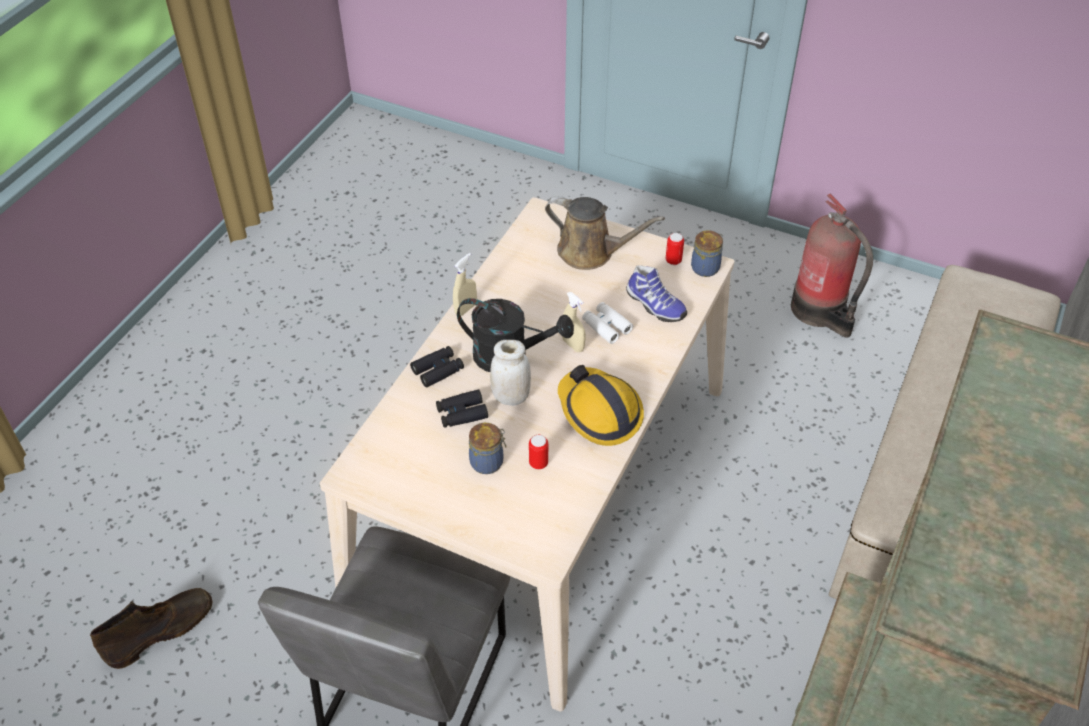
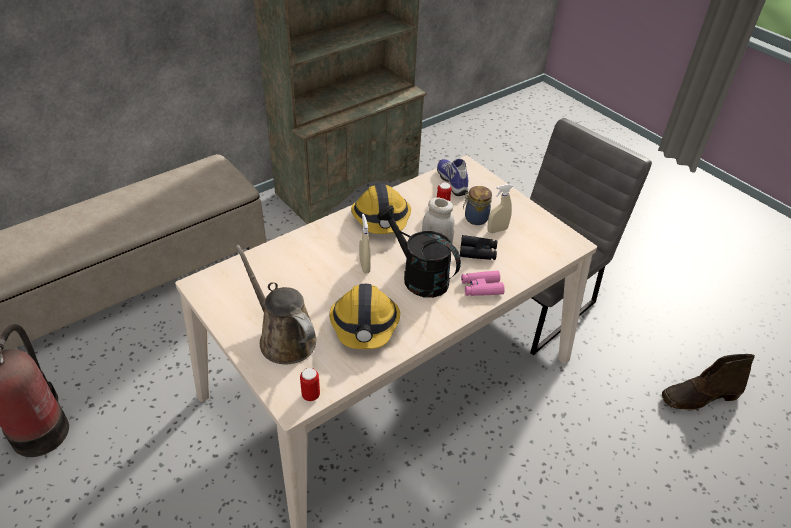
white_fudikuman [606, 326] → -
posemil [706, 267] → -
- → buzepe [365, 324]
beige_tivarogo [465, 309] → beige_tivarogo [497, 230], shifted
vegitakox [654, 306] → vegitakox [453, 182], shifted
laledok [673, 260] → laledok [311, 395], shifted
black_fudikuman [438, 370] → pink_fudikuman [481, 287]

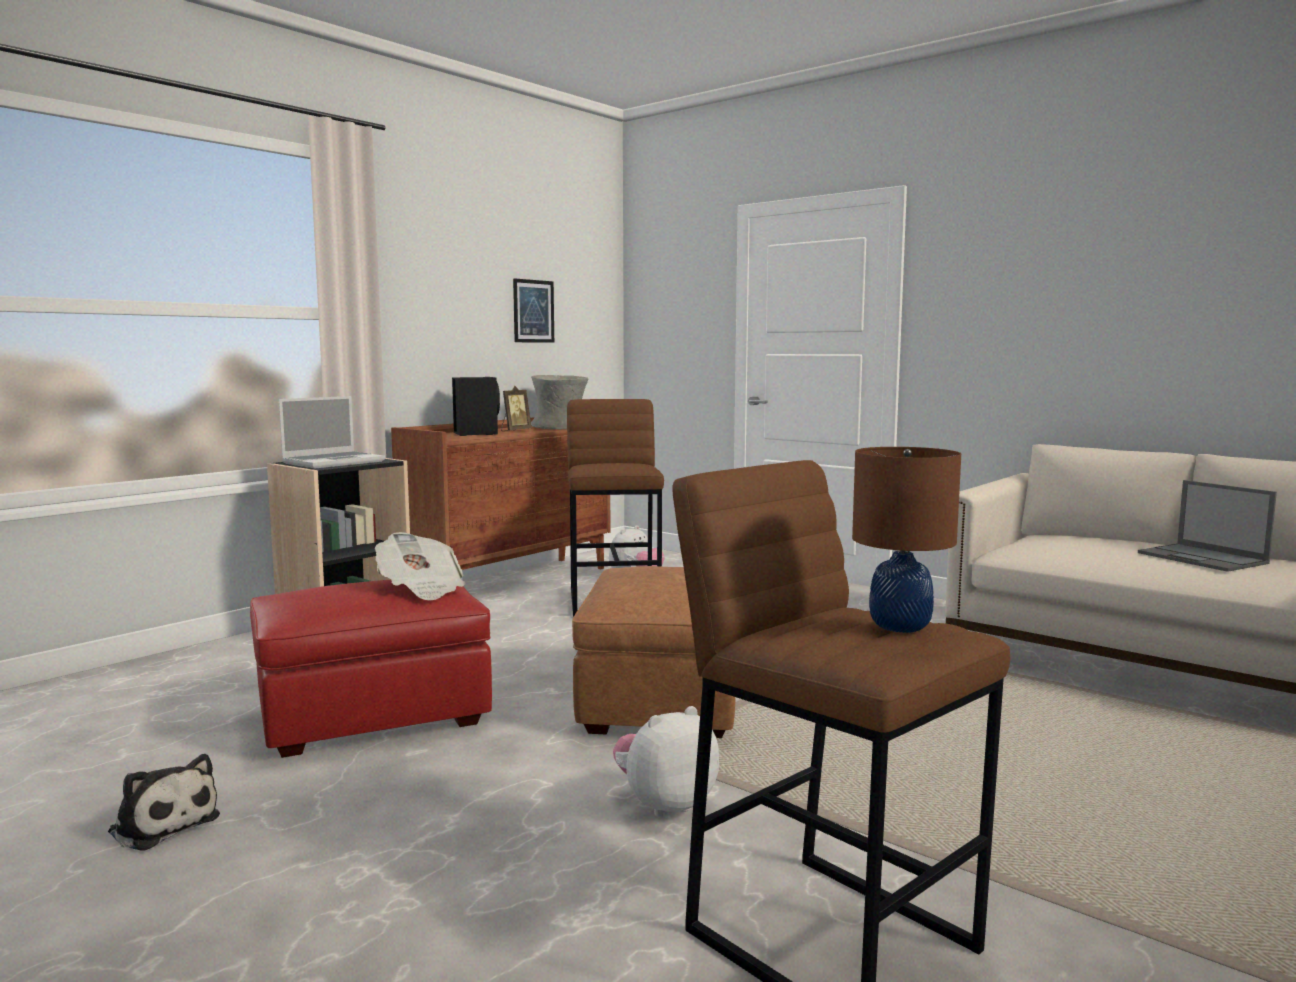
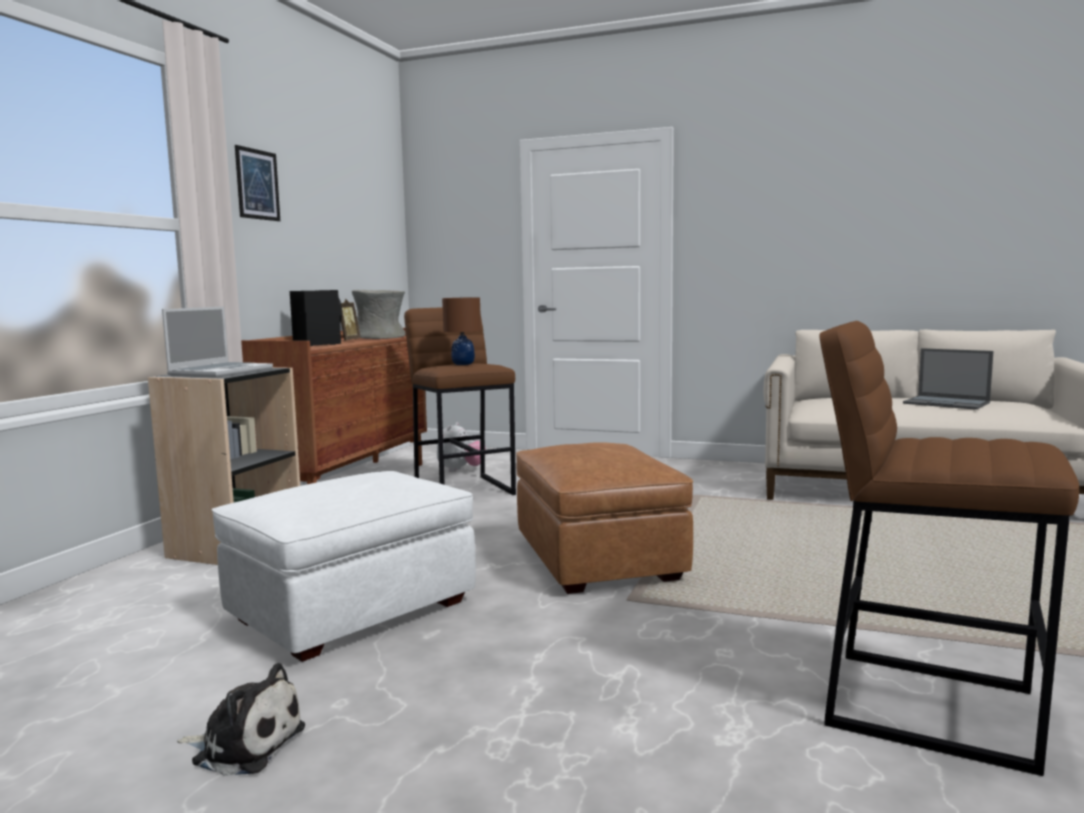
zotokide [421, 589] → -
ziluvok [664, 805] → -
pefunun [533, 311] → pefunun [257, 184], shifted
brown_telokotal [902, 628] → brown_telokotal [464, 364], shifted
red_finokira [373, 716] → white_finokira [352, 611]

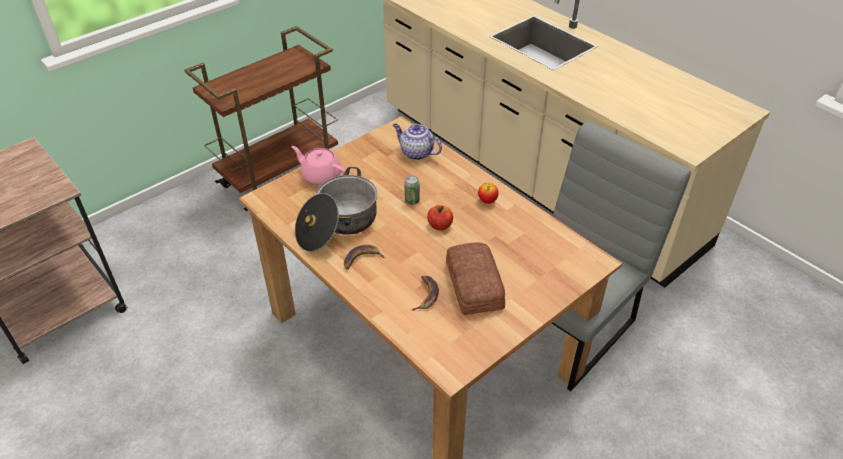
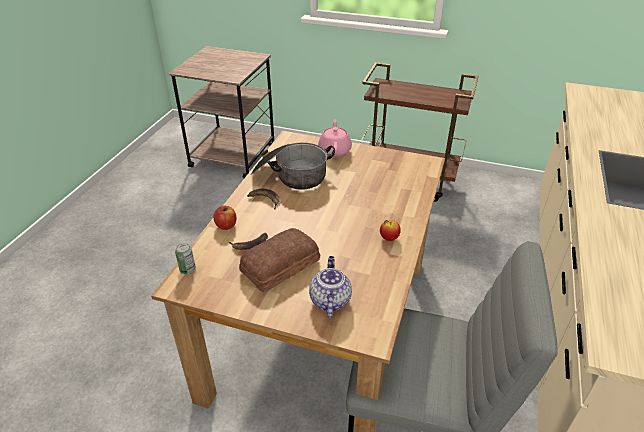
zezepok [416, 153] → zezepok [329, 300], shifted
laledok [412, 201] → laledok [187, 270], shifted
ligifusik [440, 225] → ligifusik [226, 225], shifted

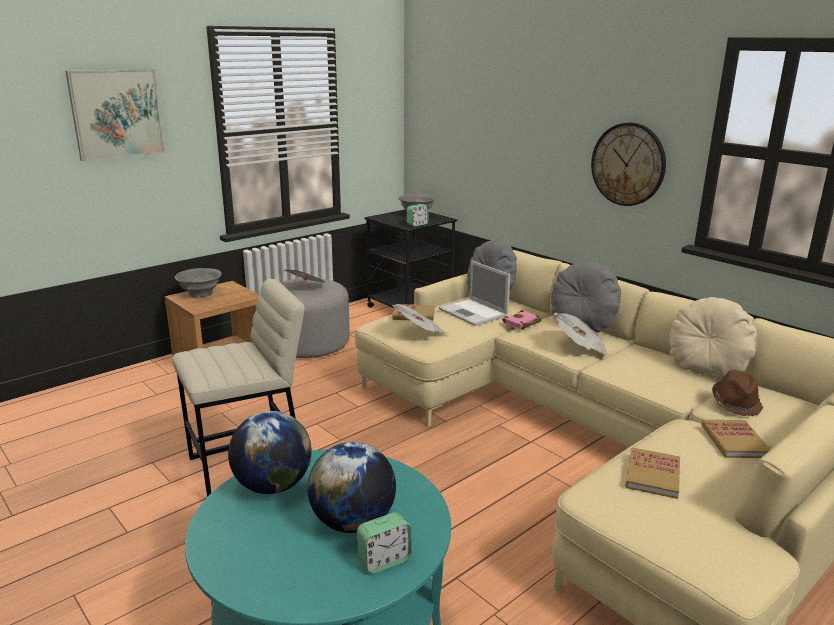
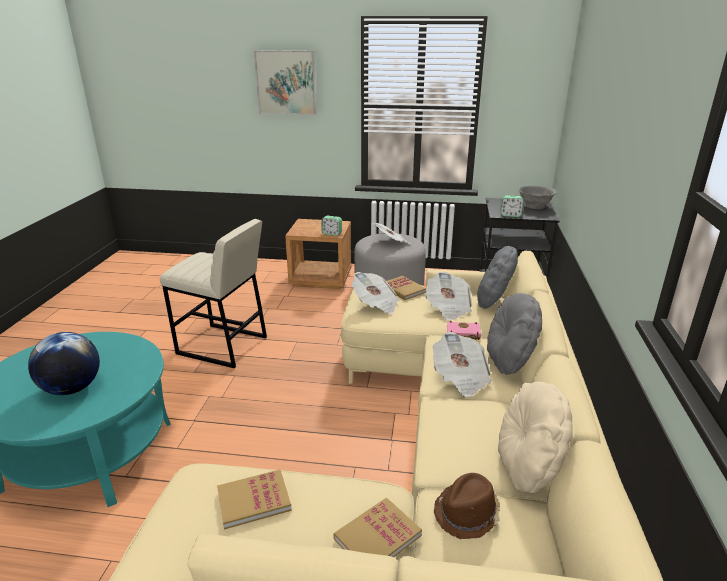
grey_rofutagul [200, 294] → -
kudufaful [272, 486] → -
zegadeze [628, 164] → -
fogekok [384, 560] → fogekok [332, 233], shifted
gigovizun [474, 313] → zotokide [448, 308]

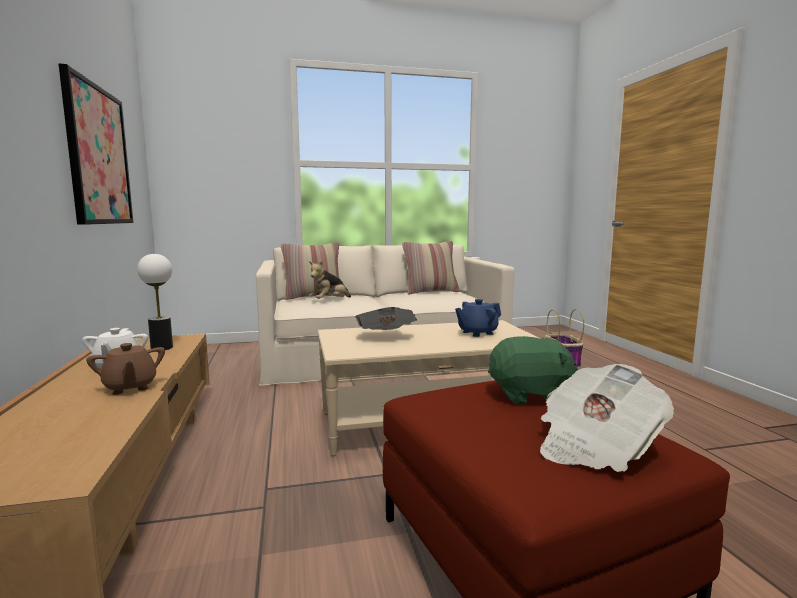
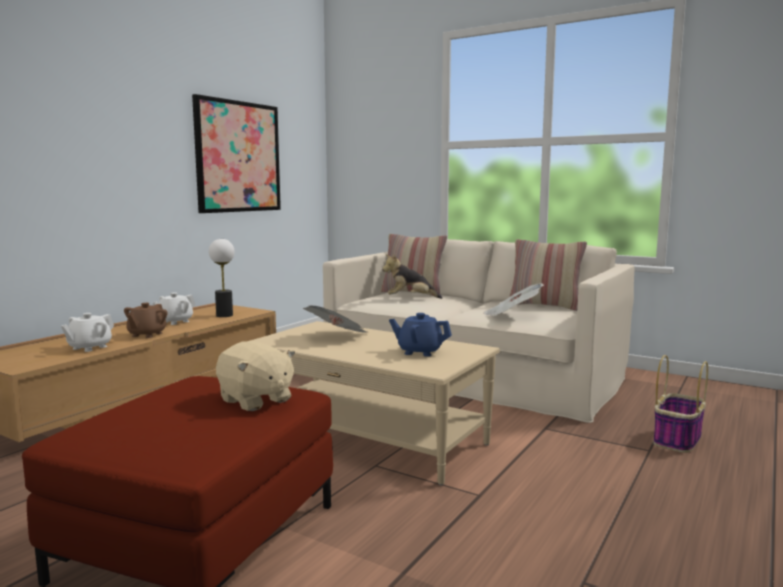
- → white_zezepok [89, 347]
zotokide [595, 446] → zotokide [512, 315], shifted
green_ziluvok [529, 395] → beige_ziluvok [255, 400]

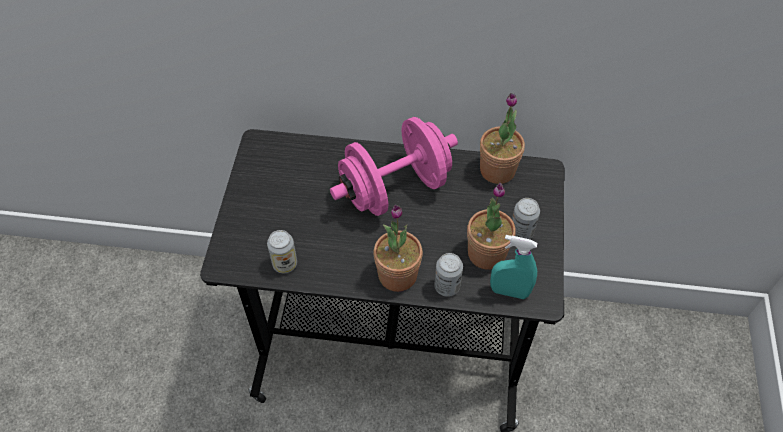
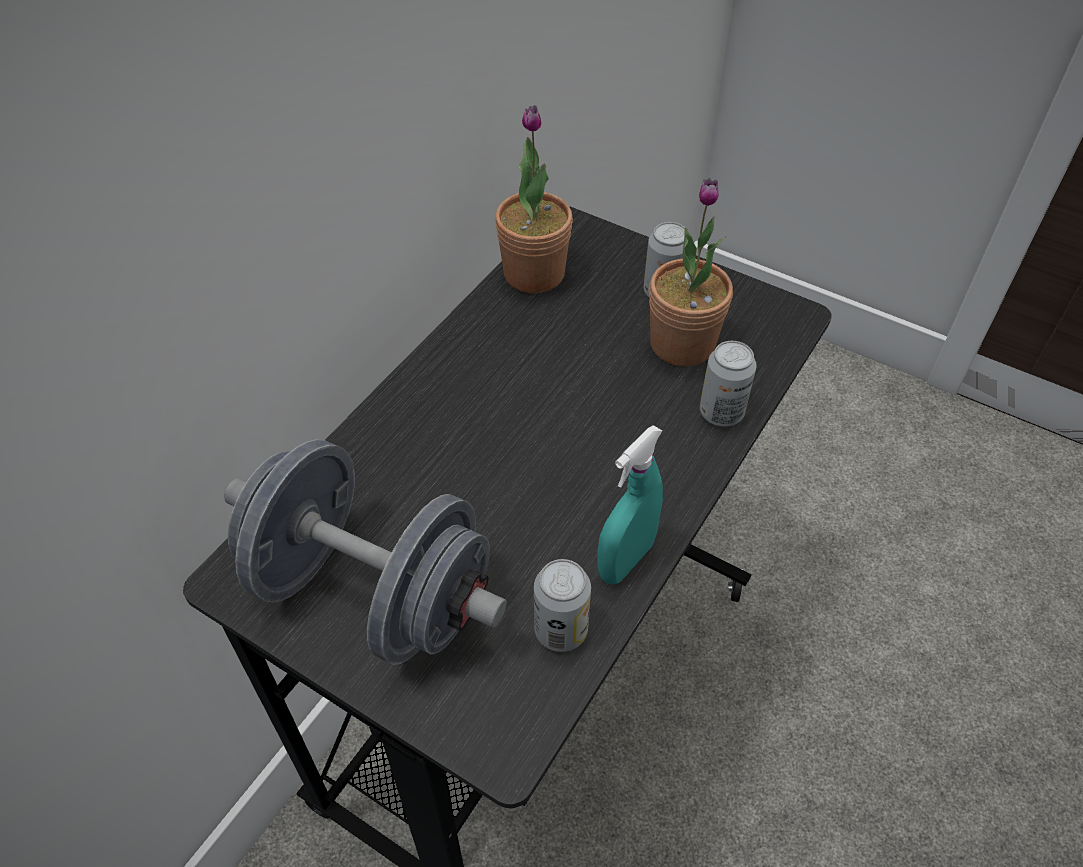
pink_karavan [395, 188] → -
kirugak [397, 275] → -
- → grey_karavan [371, 593]
turquoise_tivarogo [509, 291] → turquoise_tivarogo [626, 560], shifted

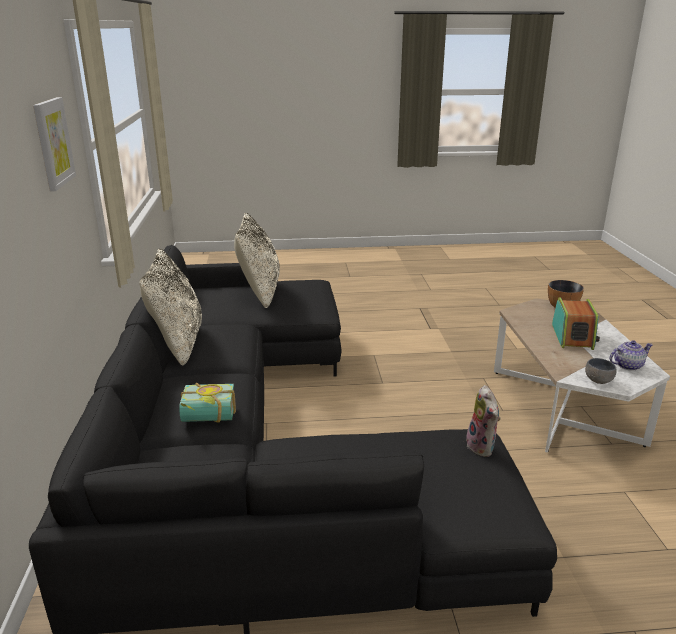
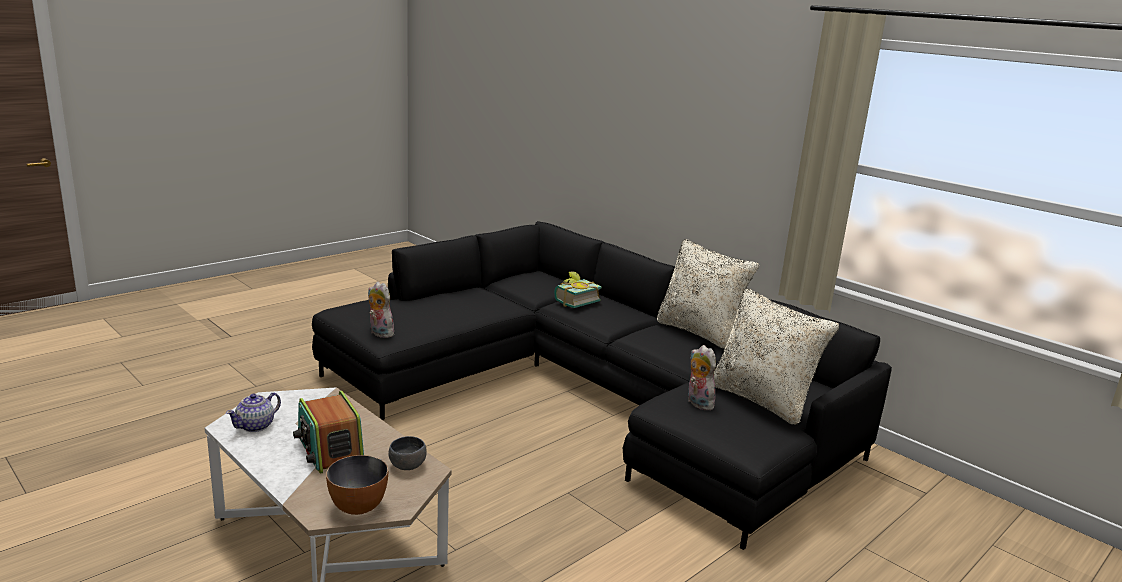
pefunun [53, 143] → -
- → ziluvok [697, 403]
grey_rofutagul [599, 380] → grey_rofutagul [406, 466], shifted

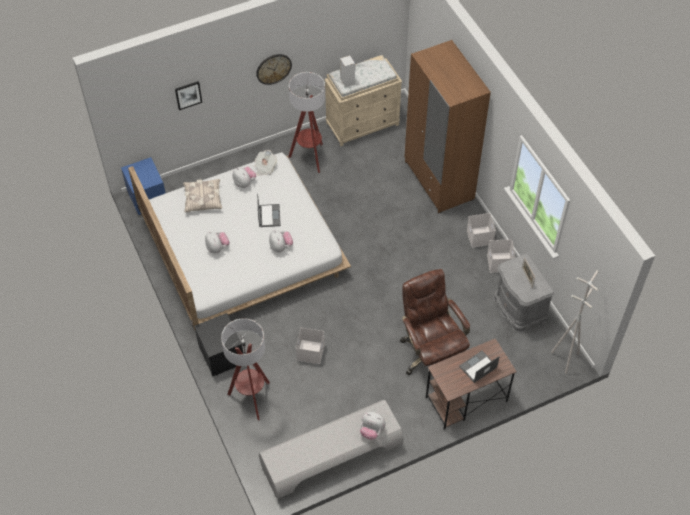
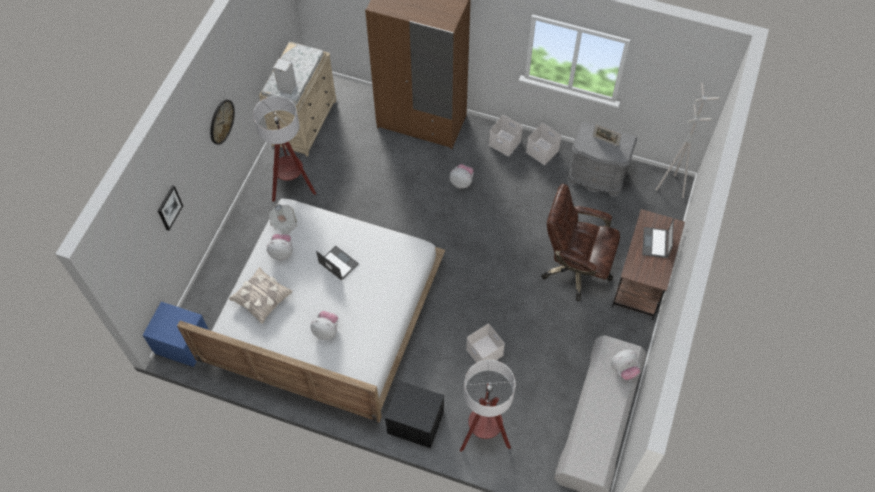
ziluvok [281, 247] → ziluvok [462, 182], shifted

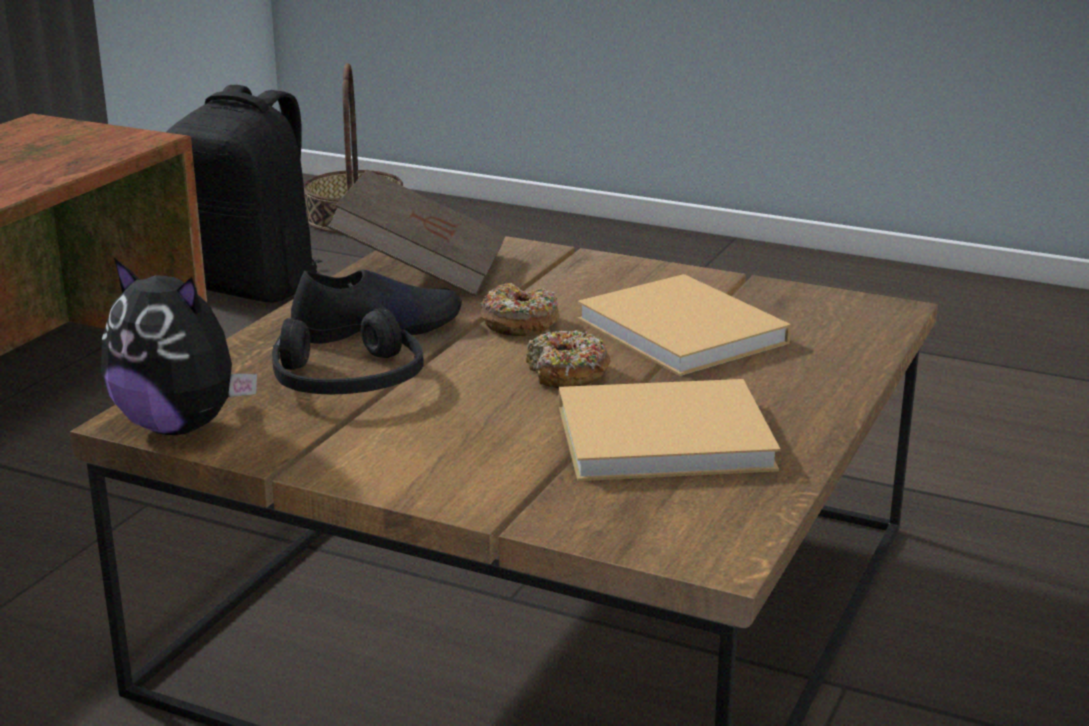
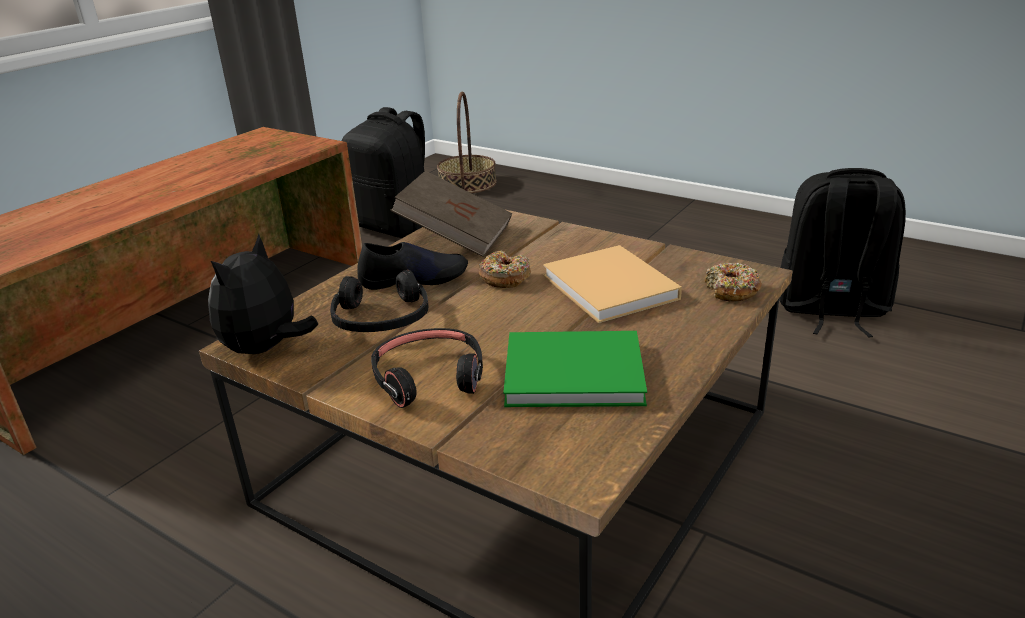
- → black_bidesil [429, 377]
- → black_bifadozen [830, 309]
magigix [567, 373] → magigix [731, 290], shifted
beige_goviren [671, 437] → green_goviren [578, 373]
ziluvok [181, 425] → ziluvok [266, 349], 75 degrees clockwise

